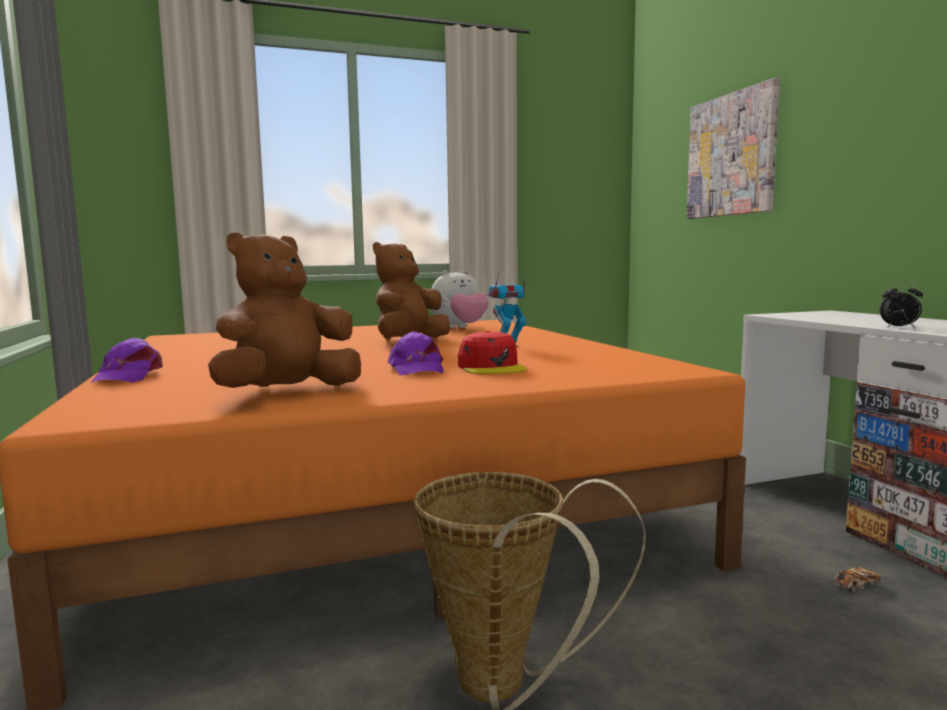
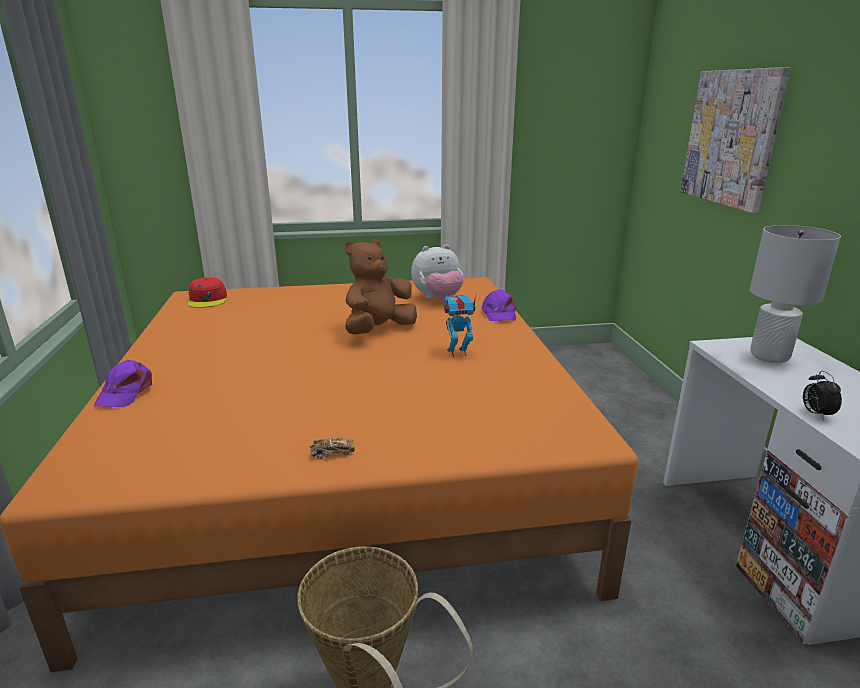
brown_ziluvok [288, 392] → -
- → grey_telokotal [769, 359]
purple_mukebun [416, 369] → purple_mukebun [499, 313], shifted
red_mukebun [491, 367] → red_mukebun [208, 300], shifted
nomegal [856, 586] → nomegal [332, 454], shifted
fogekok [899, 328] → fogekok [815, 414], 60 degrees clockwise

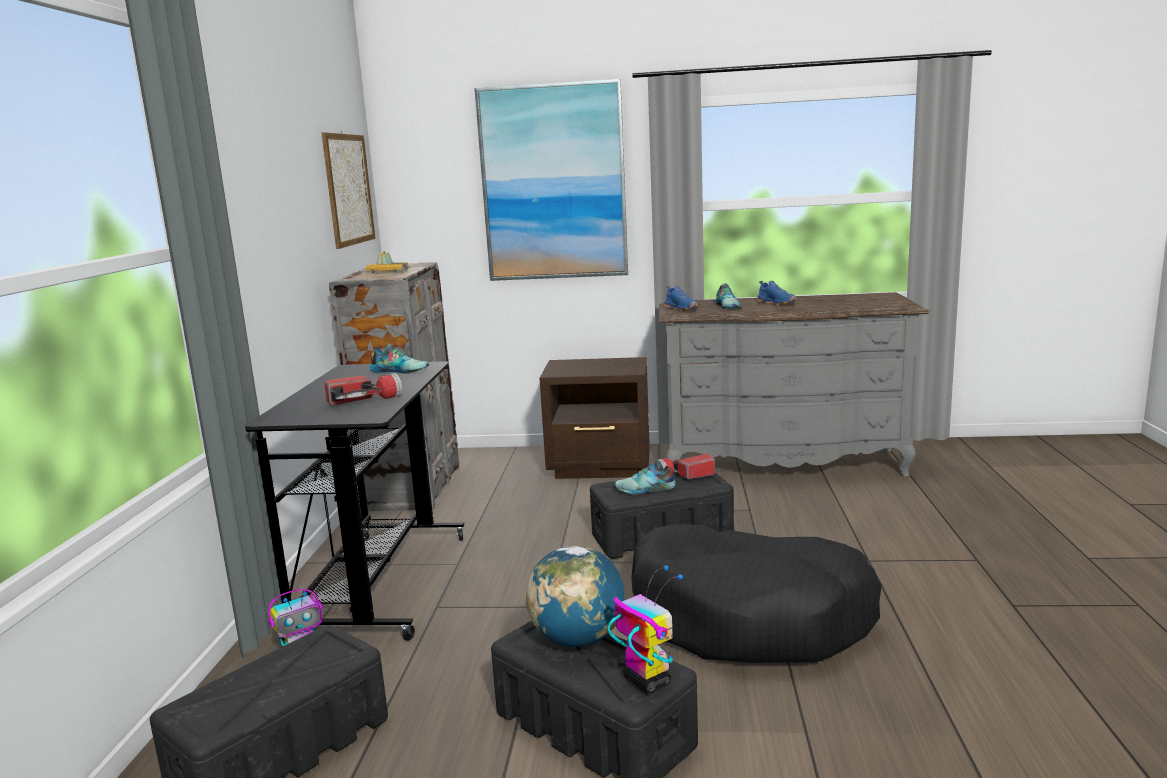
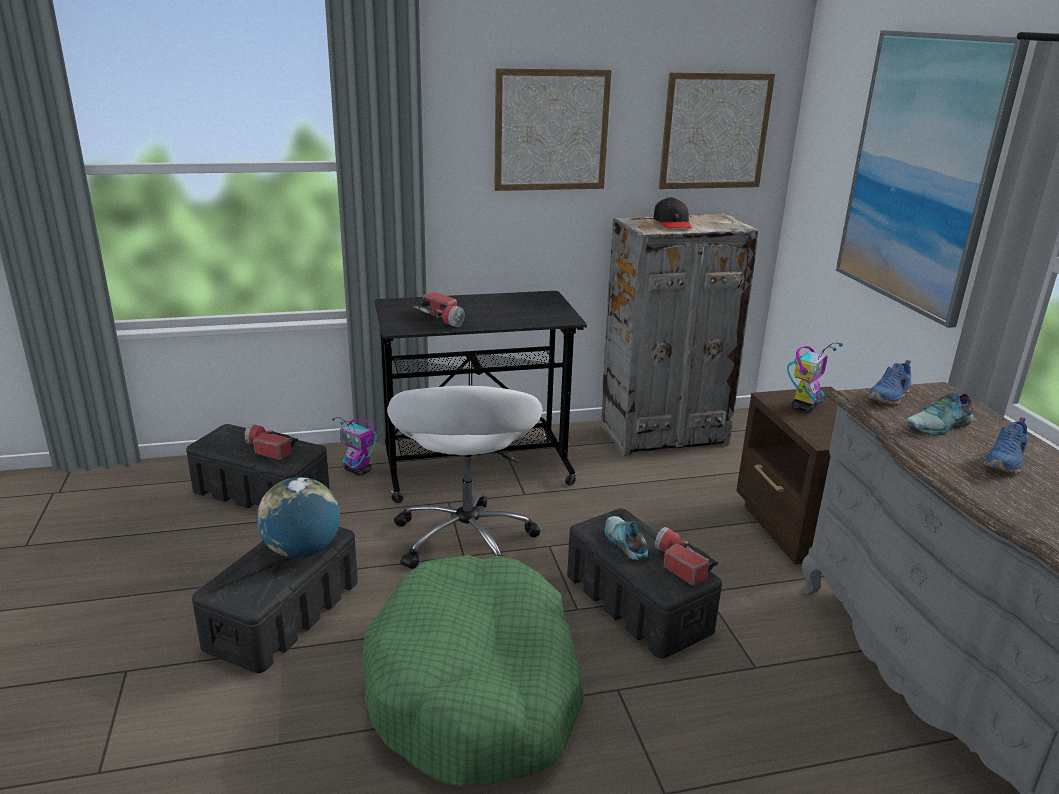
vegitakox [400, 370] → -
- → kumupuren [269, 449]
- → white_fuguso [465, 541]
- → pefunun [551, 129]
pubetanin [646, 681] → pubetanin [805, 406], shifted
nomegal [387, 271] → black_mukebun [672, 223]
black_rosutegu [750, 617] → green_rosutegu [476, 689]

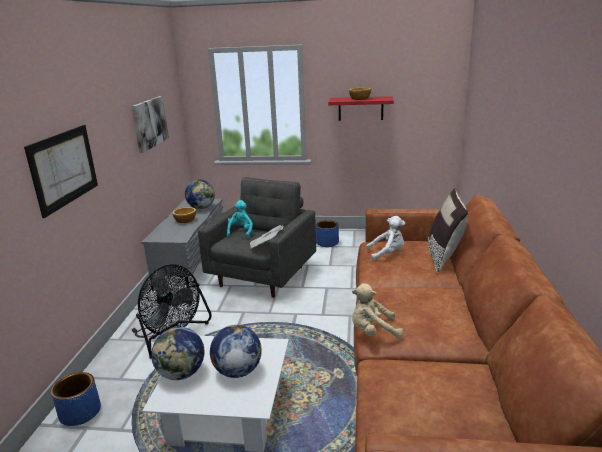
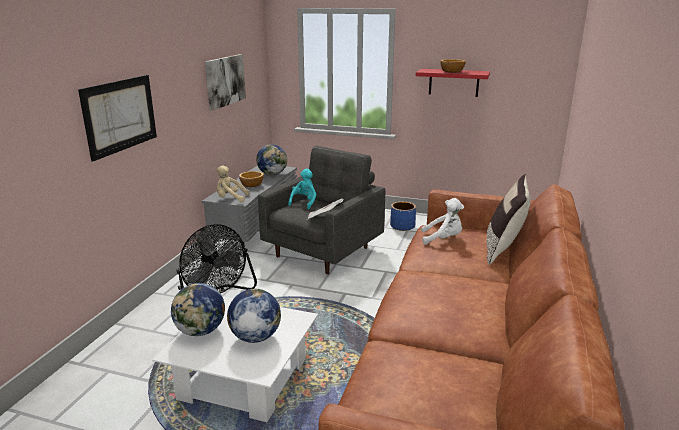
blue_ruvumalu [80, 412] → -
beige_ziluvok [373, 332] → beige_ziluvok [230, 199], shifted

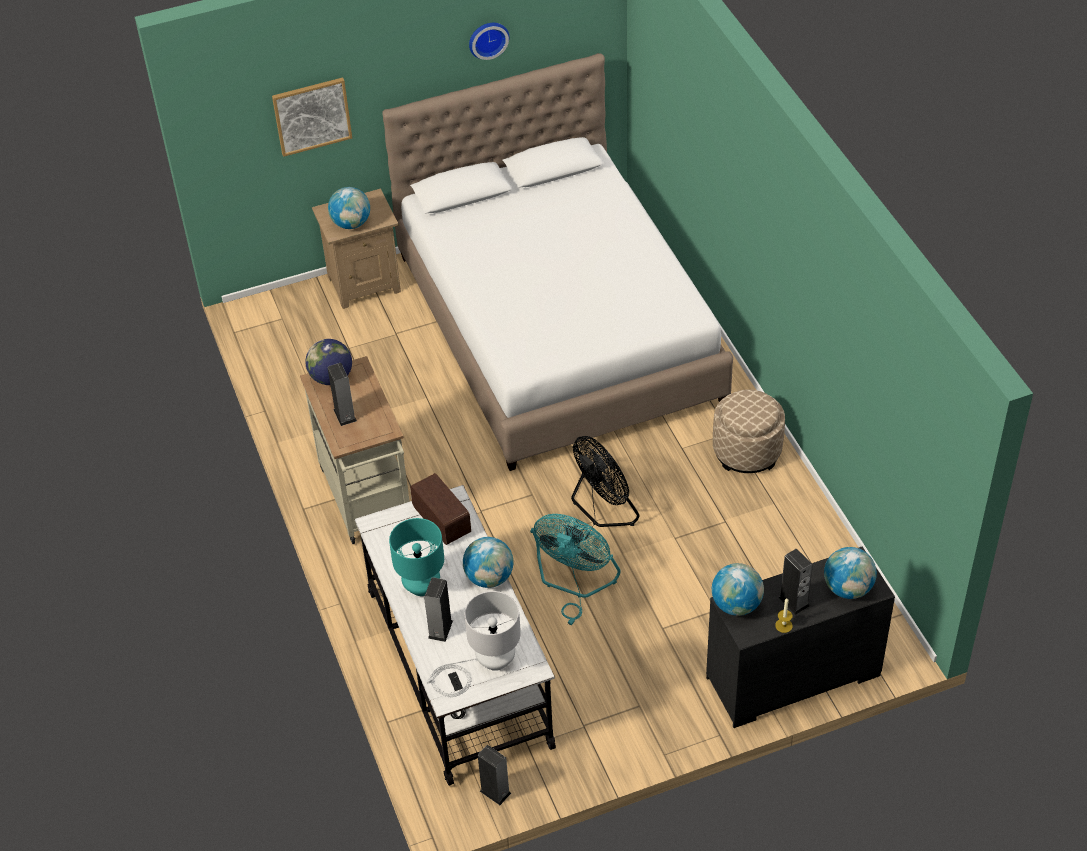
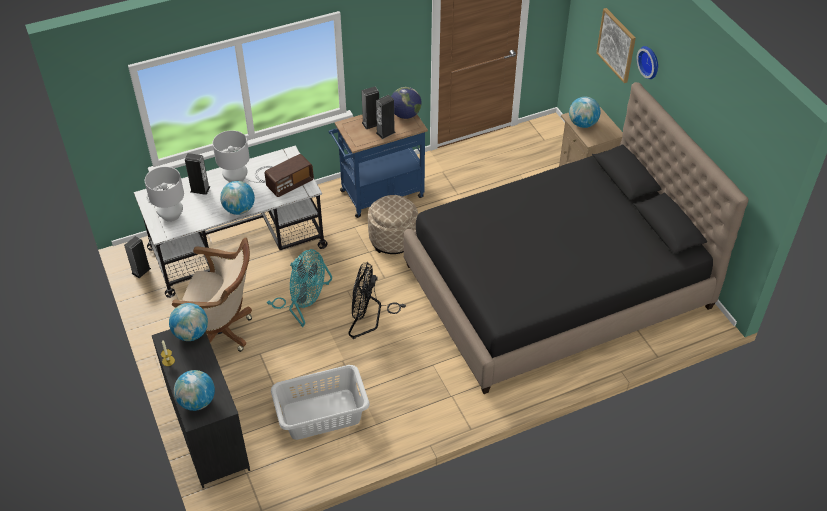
- → fuguso [223, 332]
- → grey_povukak [321, 414]
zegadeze [487, 38] → zegadeze [650, 61], shifted
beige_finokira [747, 451] → beige_finokira [393, 239], shifted
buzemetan [793, 601] → buzemetan [385, 132], shifted
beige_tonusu [367, 499] → blue_tonusu [379, 195]
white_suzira [557, 326] → black_suzira [557, 286]
turquoise_telokotal [420, 571] → white_telokotal [248, 177]
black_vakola [596, 510] → black_vakola [370, 314], 135 degrees clockwise

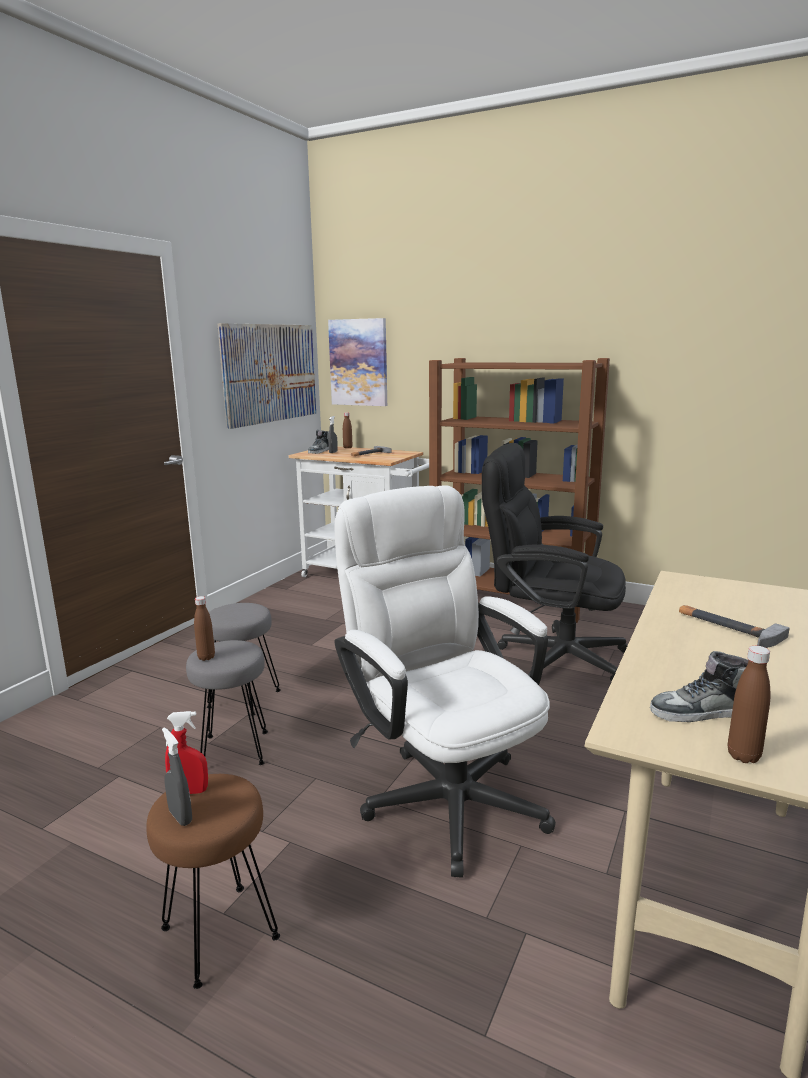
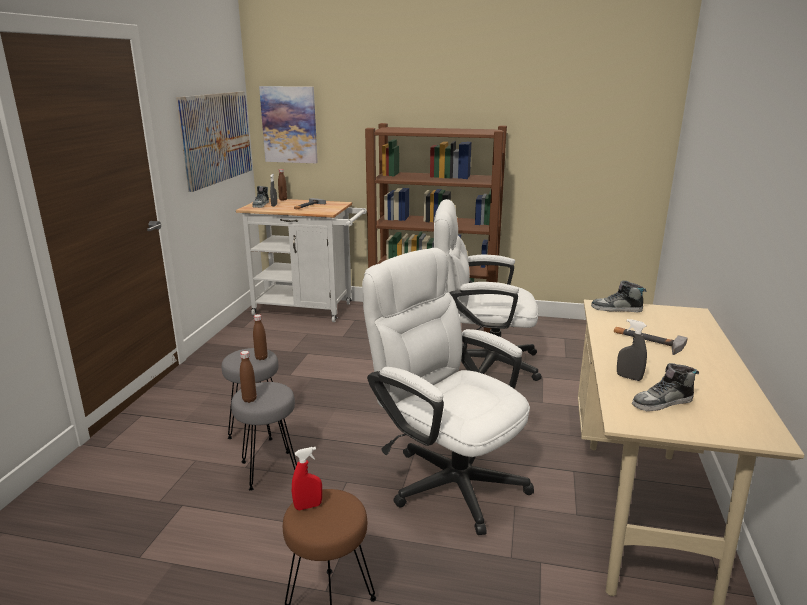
- → vegitakox [616, 309]
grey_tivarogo [180, 817] → grey_tivarogo [629, 377], shifted
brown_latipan [743, 756] → brown_latipan [261, 358], shifted
black_fuguso [550, 655] → white_fuguso [481, 363]

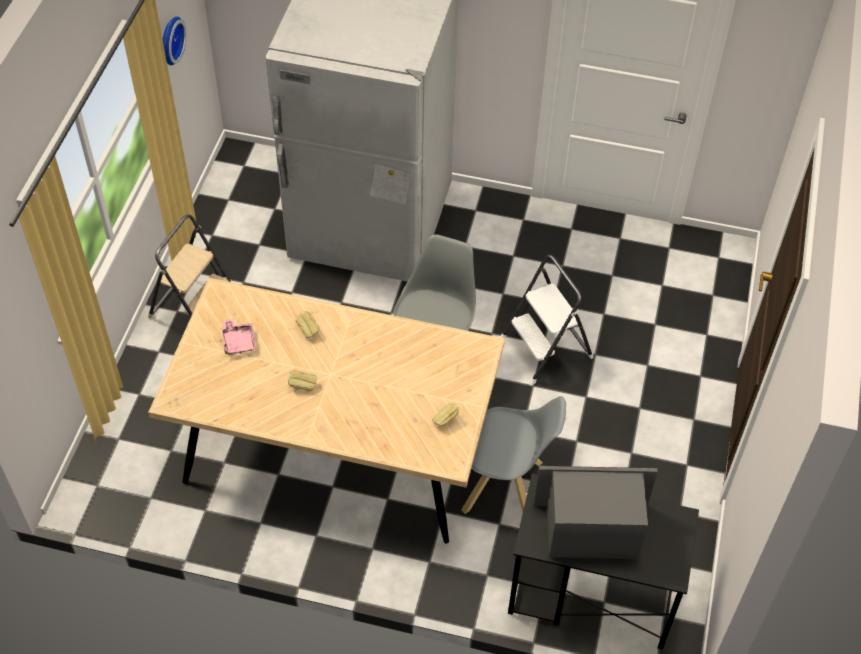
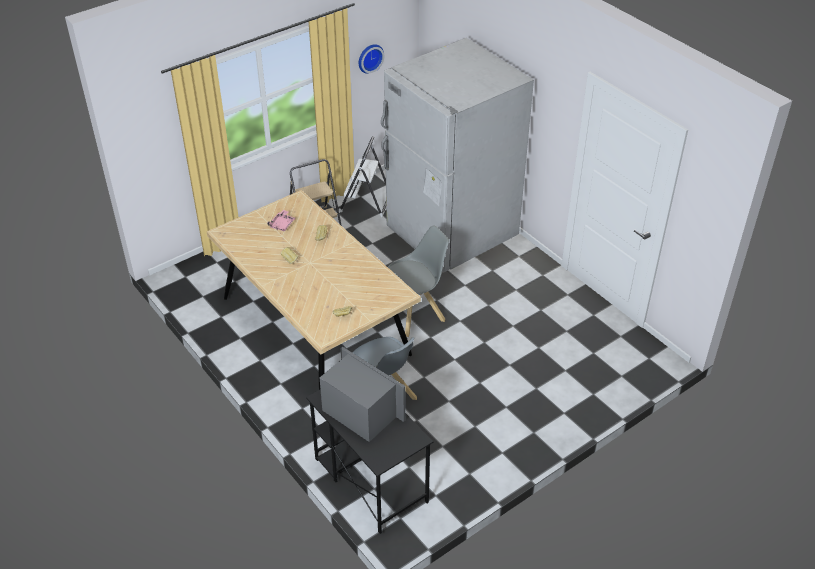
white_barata [549, 347] → white_barata [367, 202], shifted

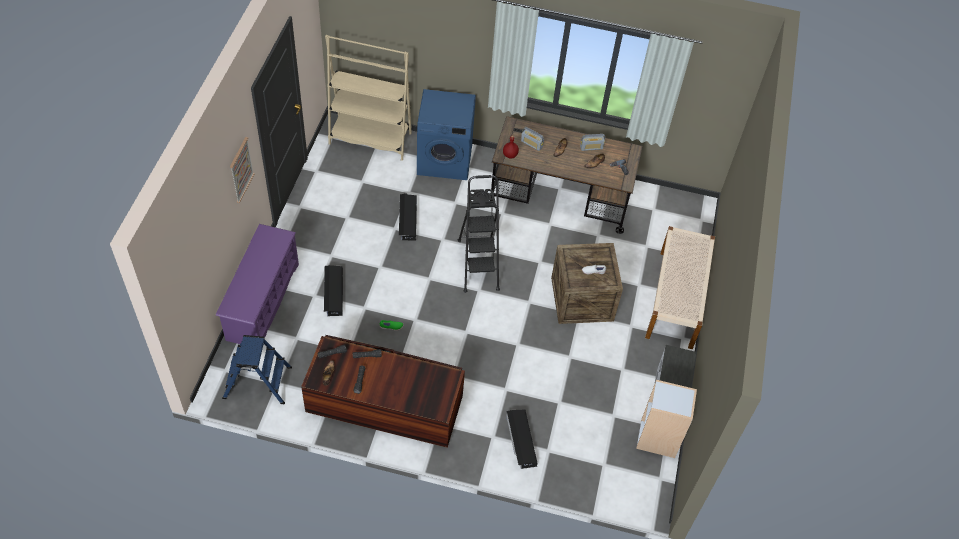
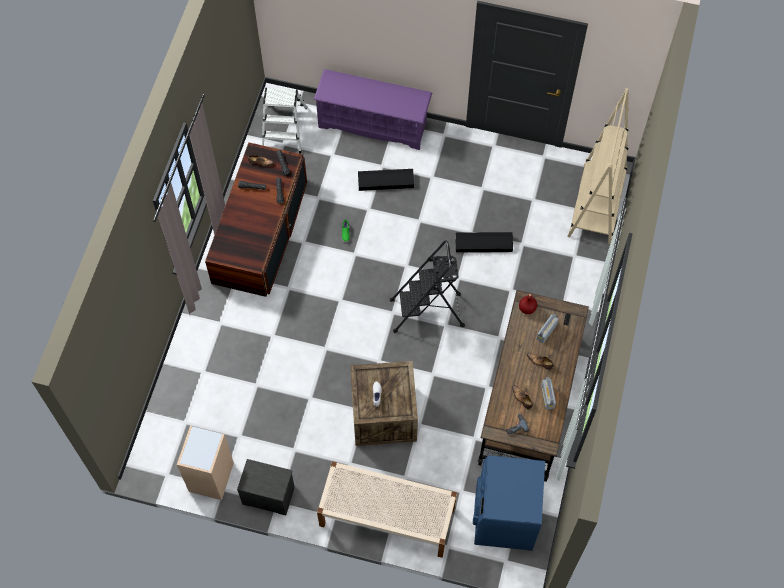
pefunun [241, 170] → -
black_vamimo [521, 441] → -
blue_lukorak [444, 161] → blue_lukorak [504, 516], shifted
blue_barata [257, 382] → white_barata [284, 128]

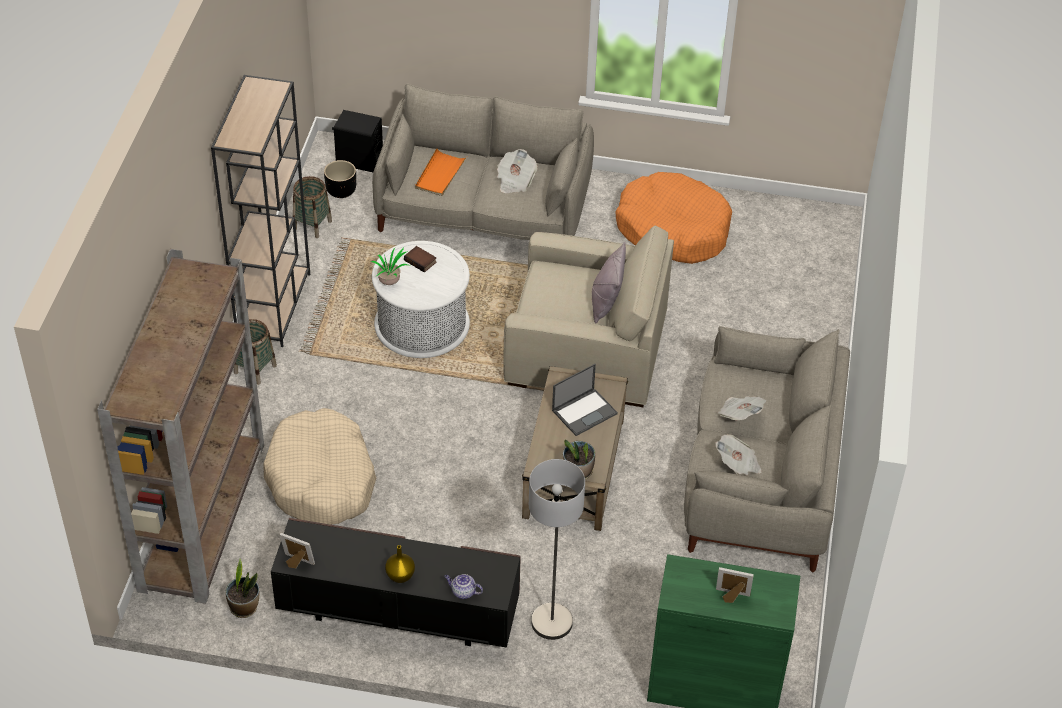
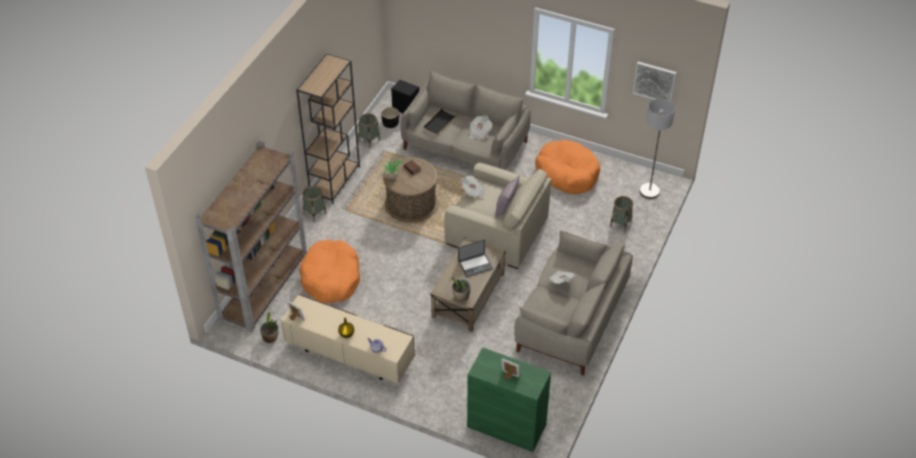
- → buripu [620, 224]
- → pefunun [654, 82]
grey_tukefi [550, 633] → grey_tukefi [648, 196], shifted
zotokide [738, 464] → zotokide [473, 192], shifted
beige_rosutegu [321, 480] → orange_rosutegu [331, 278]
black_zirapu [398, 613] → beige_zirapu [349, 355]
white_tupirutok [422, 323] → brown_tupirutok [411, 203]
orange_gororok [440, 174] → black_gororok [439, 123]

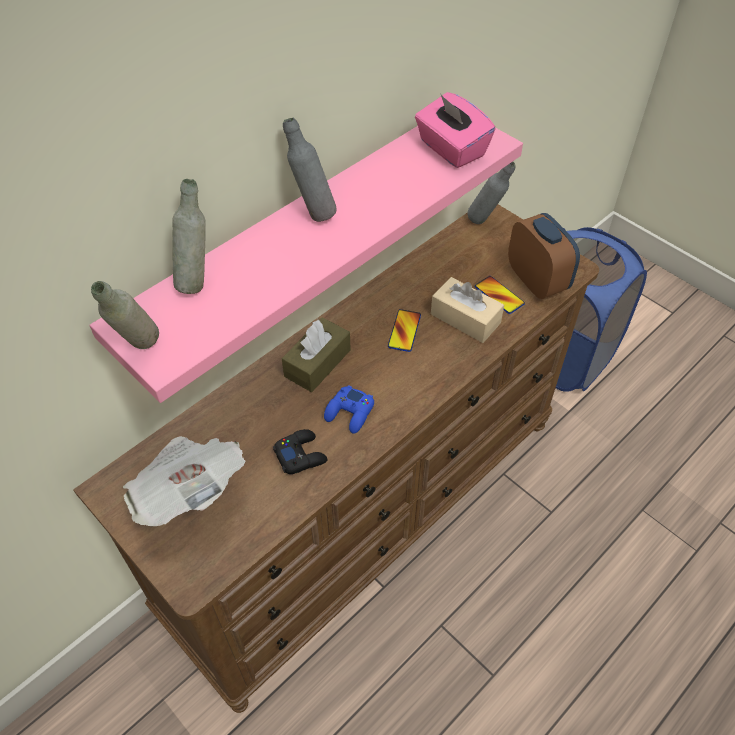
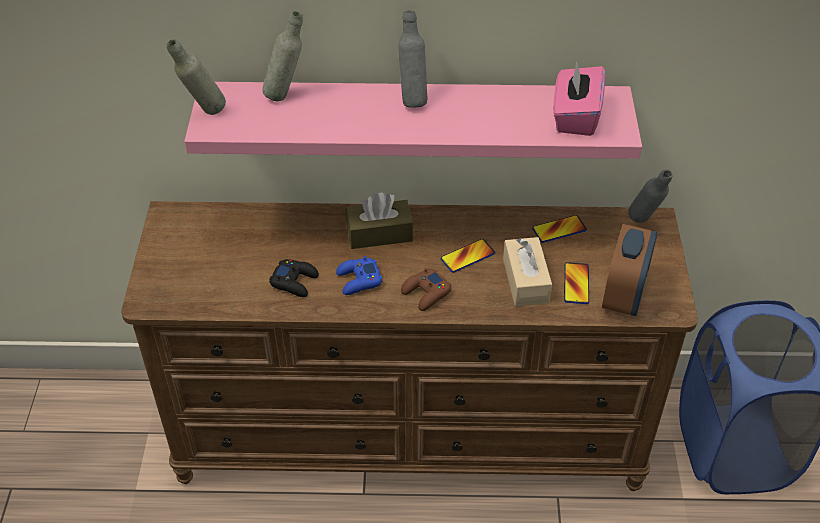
zotokide [189, 491] → -
- → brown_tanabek [426, 293]
- → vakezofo [559, 229]

